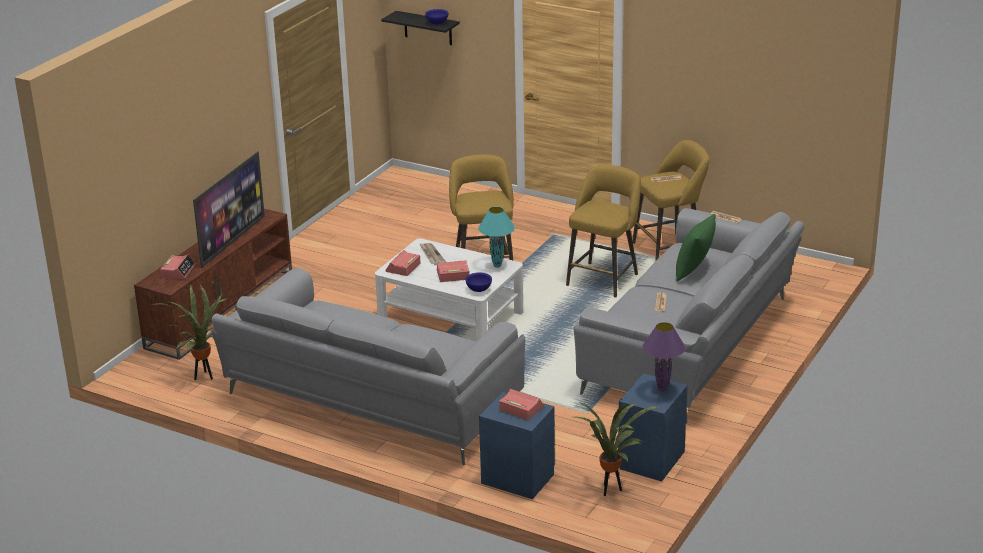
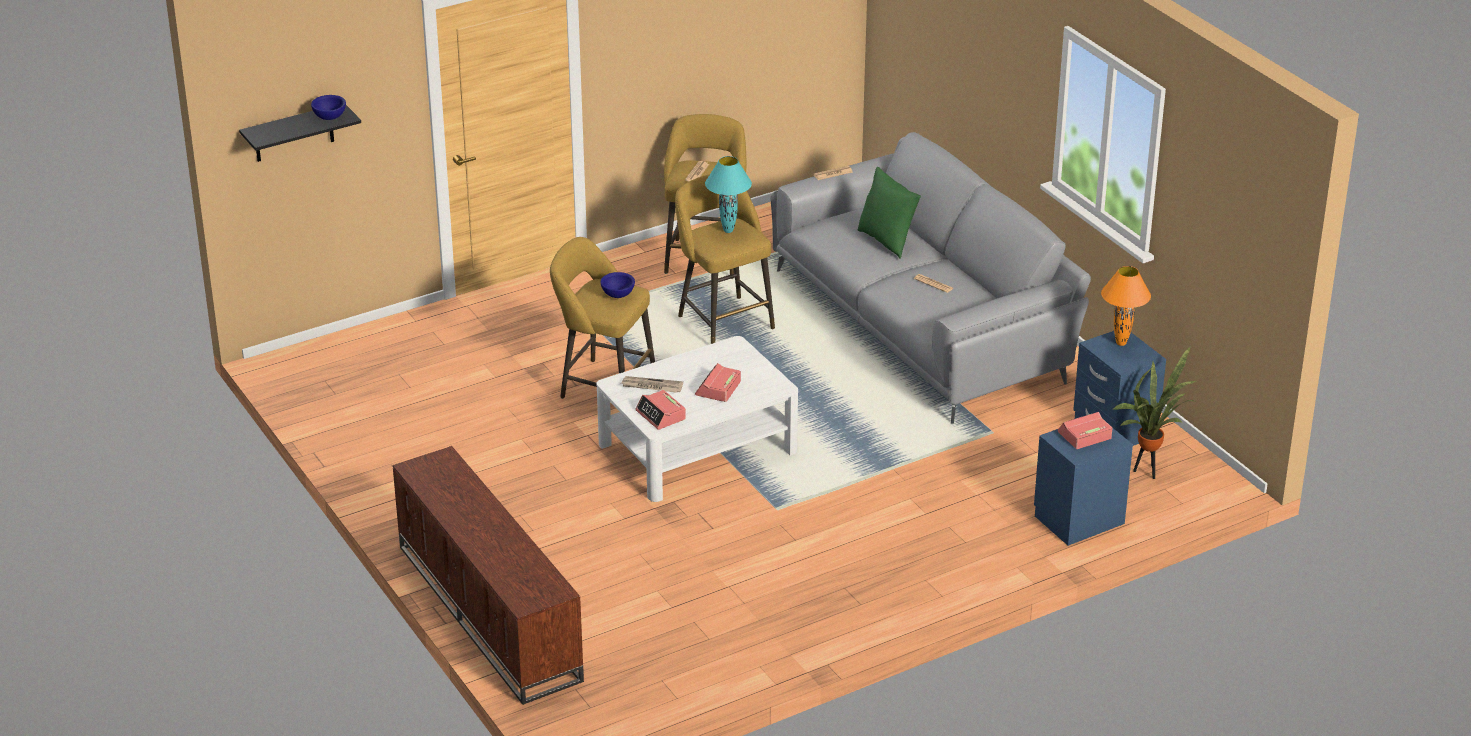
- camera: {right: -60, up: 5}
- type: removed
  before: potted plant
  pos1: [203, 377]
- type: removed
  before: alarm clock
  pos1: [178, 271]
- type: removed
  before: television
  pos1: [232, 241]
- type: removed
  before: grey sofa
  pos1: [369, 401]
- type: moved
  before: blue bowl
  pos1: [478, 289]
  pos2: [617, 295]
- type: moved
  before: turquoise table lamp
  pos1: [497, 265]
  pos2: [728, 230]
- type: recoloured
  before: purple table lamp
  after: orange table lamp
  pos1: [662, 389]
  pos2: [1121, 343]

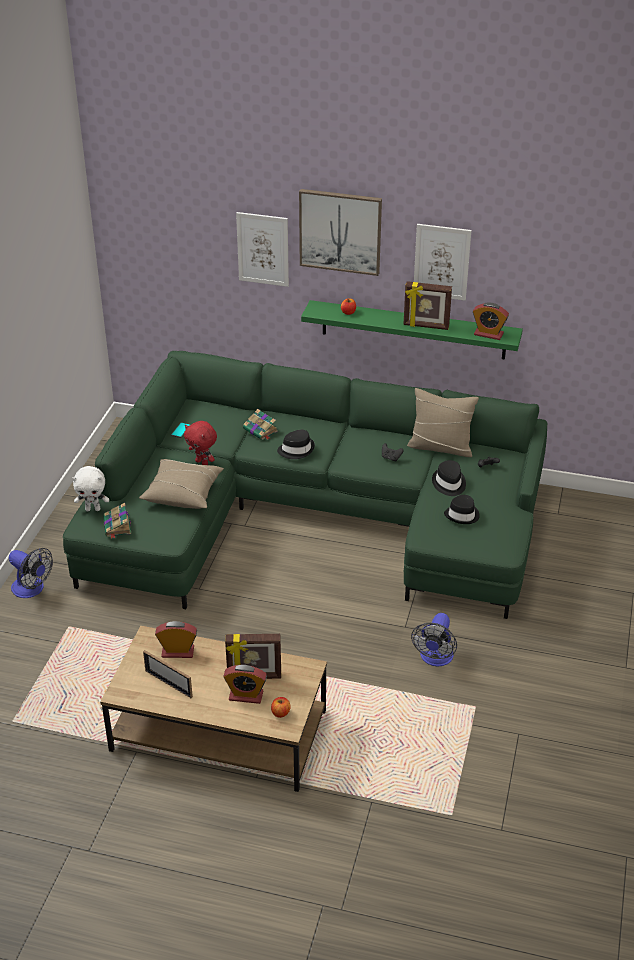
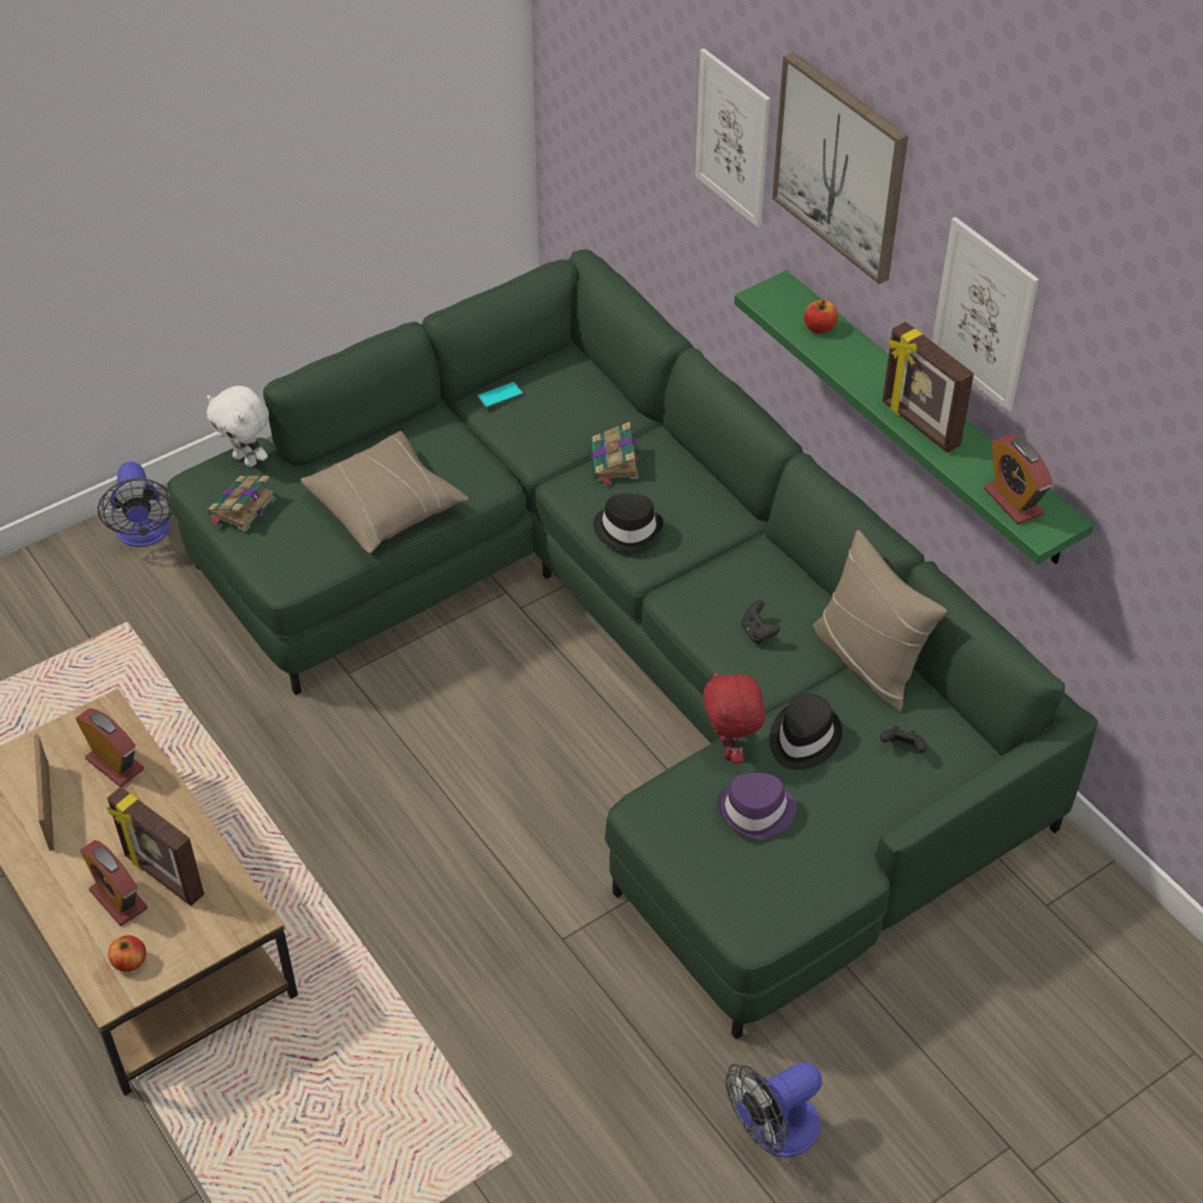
- camera: {right: 40, up: 10}
- type: moved
  before: red plush toy
  pos1: [202, 462]
  pos2: [731, 749]
- type: moved
  before: fan
  pos1: [435, 658]
  pos2: [773, 1132]
- type: recoloured
  before: black hat
  after: purple hat
  pos1: [462, 515]
  pos2: [757, 811]

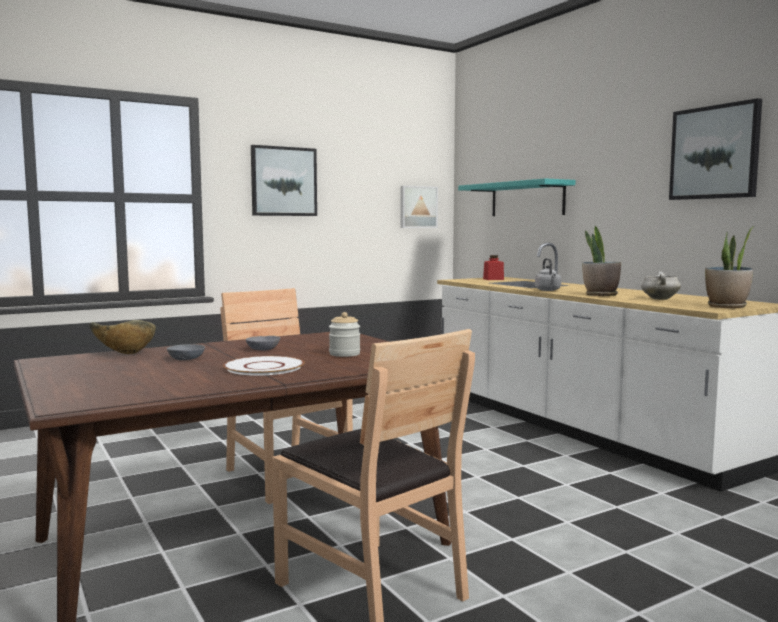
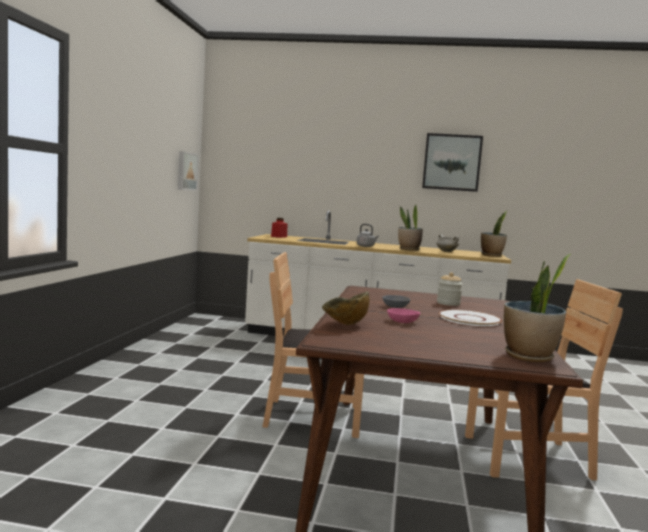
- camera: {right: -50, up: 0}
- type: recoloured
  before: grey bowl
  after: pink bowl
  pos1: [187, 359]
  pos2: [403, 321]
- type: removed
  before: picture
  pos1: [283, 181]
- type: removed
  before: turquoise shelf
  pos1: [527, 199]
- type: added
  after: potted plant
  pos2: [529, 357]

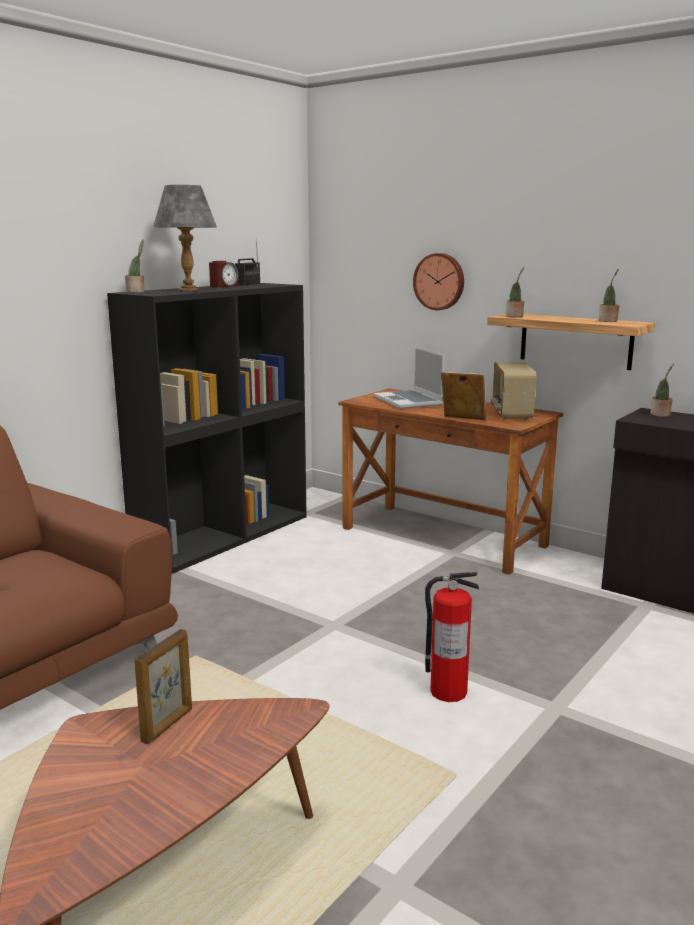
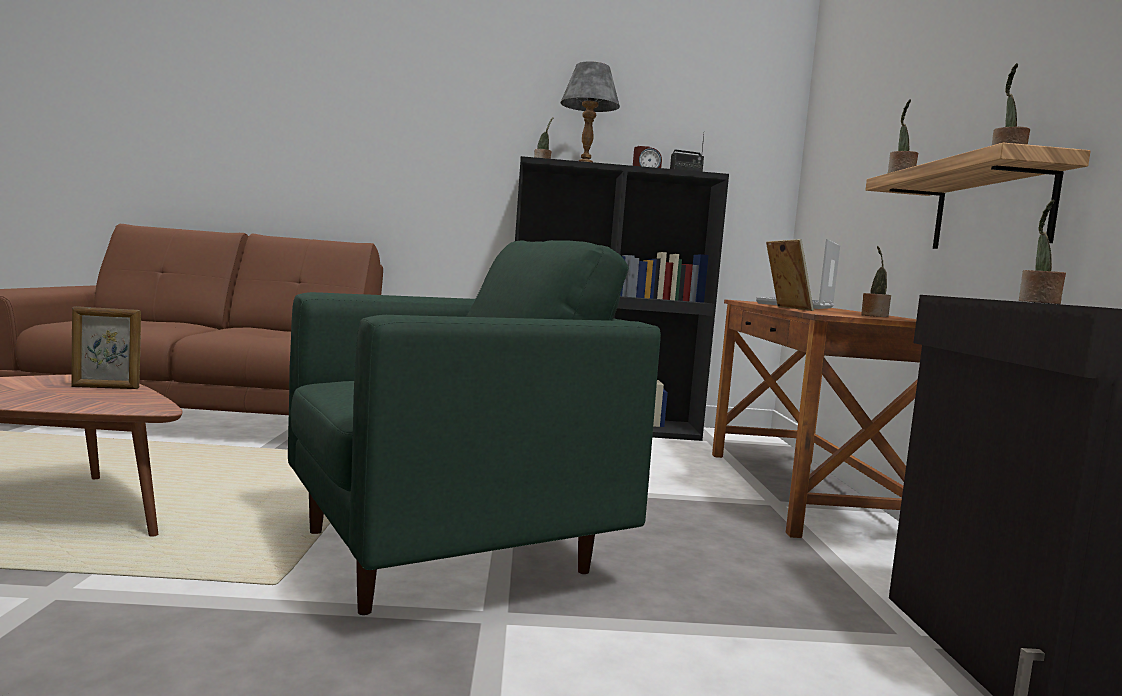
- camera: {right: 50, up: -10}
- type: removed
  before: wall clock
  pos1: [439, 281]
- type: replaced
  before: fire extinguisher
  after: green armchair
  pos1: [447, 691]
  pos2: [449, 552]
- type: replaced
  before: radio
  after: potted plant
  pos1: [510, 414]
  pos2: [874, 316]

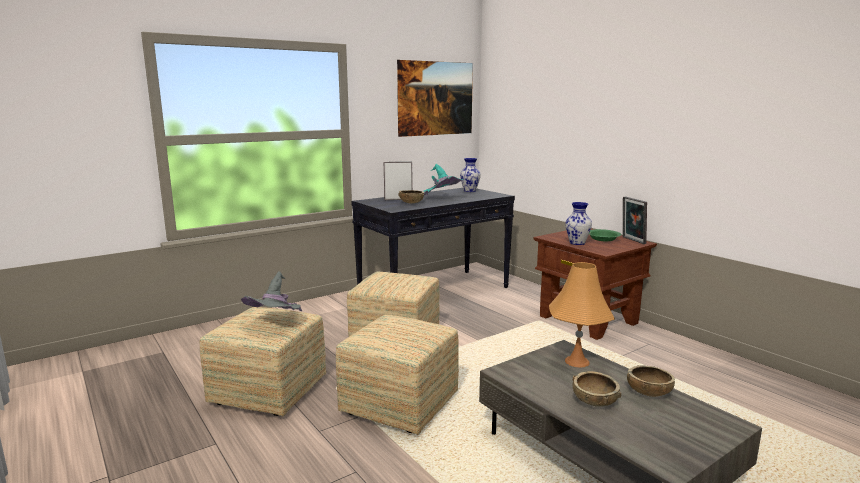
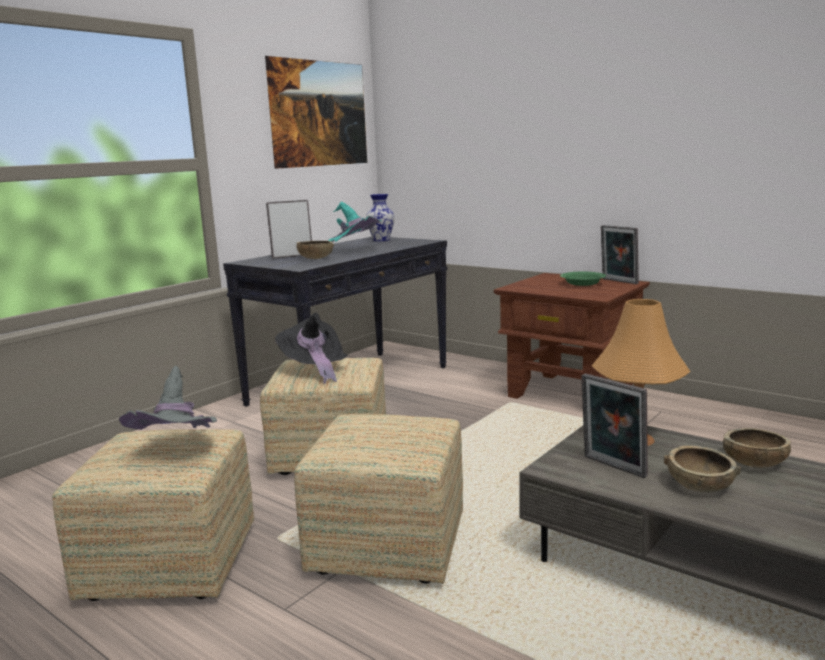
- camera: {right: -15, up: 0}
- type: removed
  before: vase
  pos1: [577, 243]
- type: added
  after: black hat
  pos2: [314, 370]
- type: added
  after: picture frame
  pos2: [612, 467]

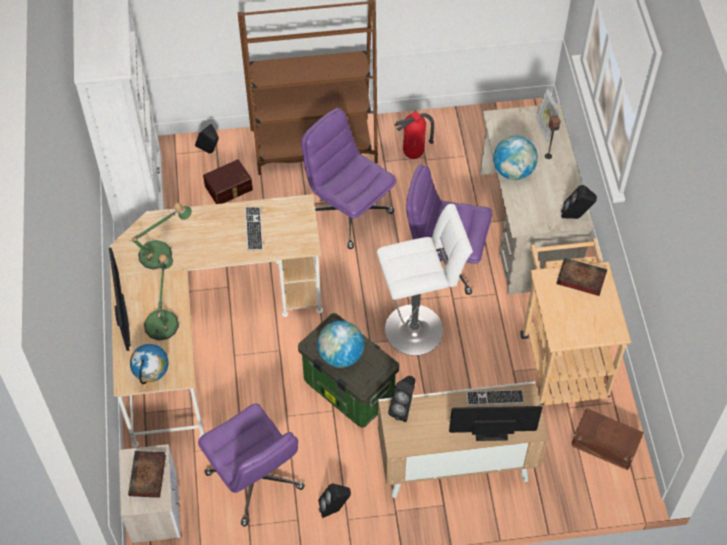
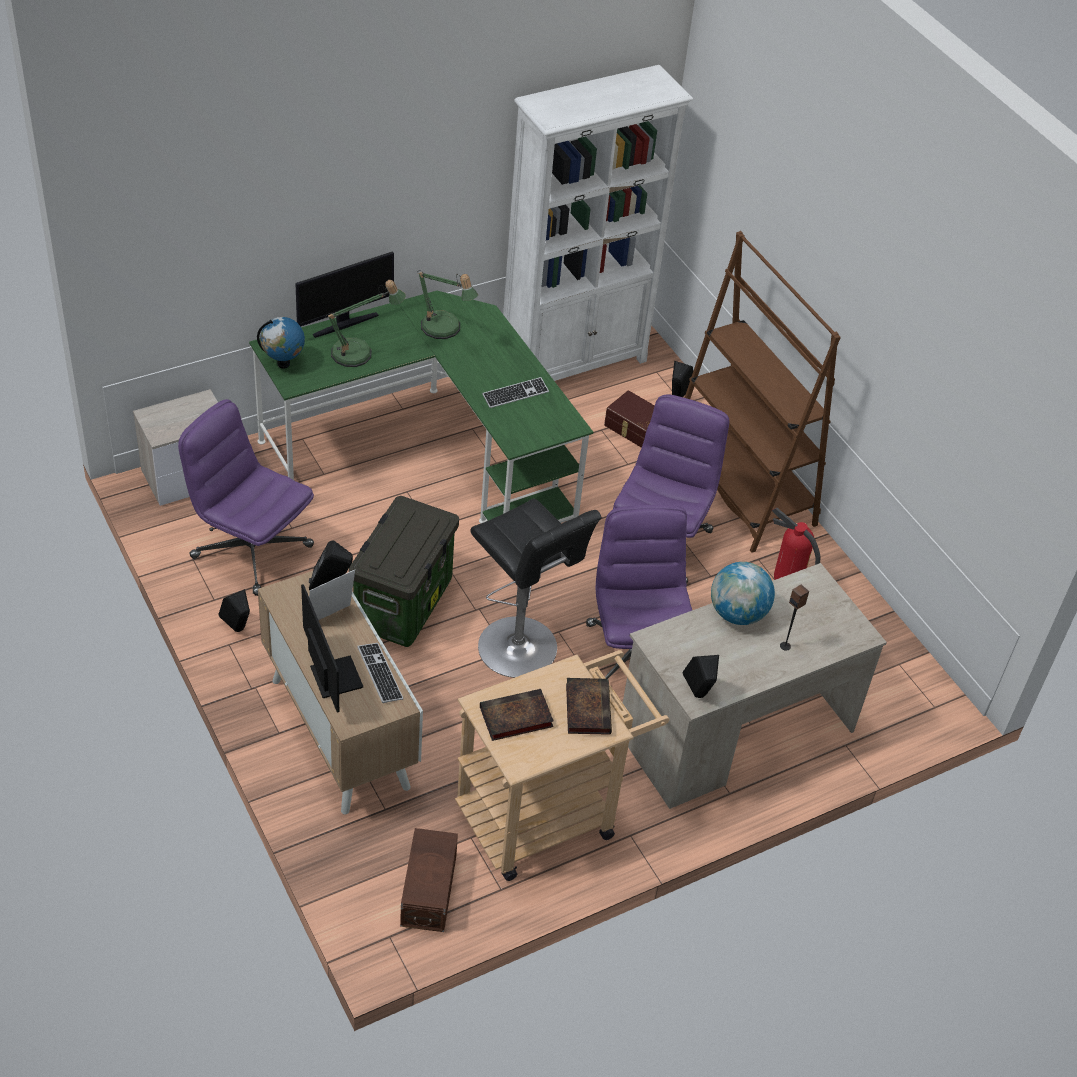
- camera: {right: 65, up: -10}
- type: recoloured
  before: beige desk
  after: green desk
  pos1: [204, 330]
  pos2: [428, 458]
- type: moved
  before: book
  pos1: [148, 477]
  pos2: [514, 718]
- type: turned
  before: purple office chair
  pos1: [255, 481]
  pos2: [250, 551]
  turn: 90
- type: removed
  before: globe
  pos1: [341, 355]
- type: recoloured
  before: white stool
  after: black stool
  pos1: [418, 328]
  pos2: [521, 651]
- type: moved
  before: picture frame
  pos1: [544, 128]
  pos2: [330, 618]

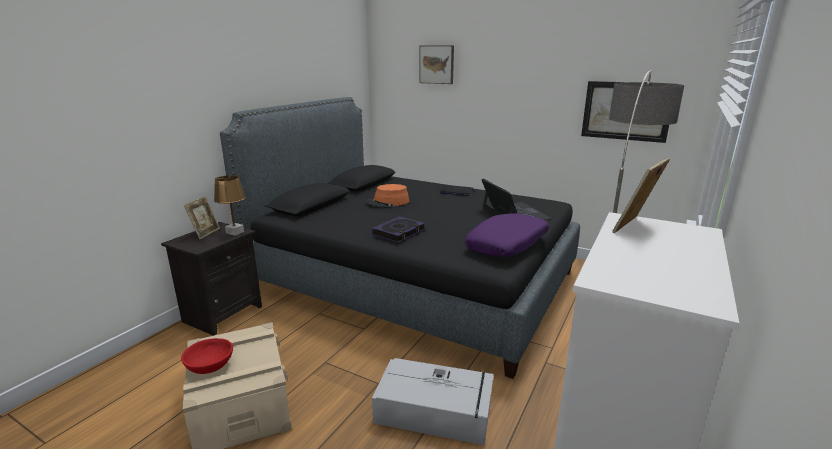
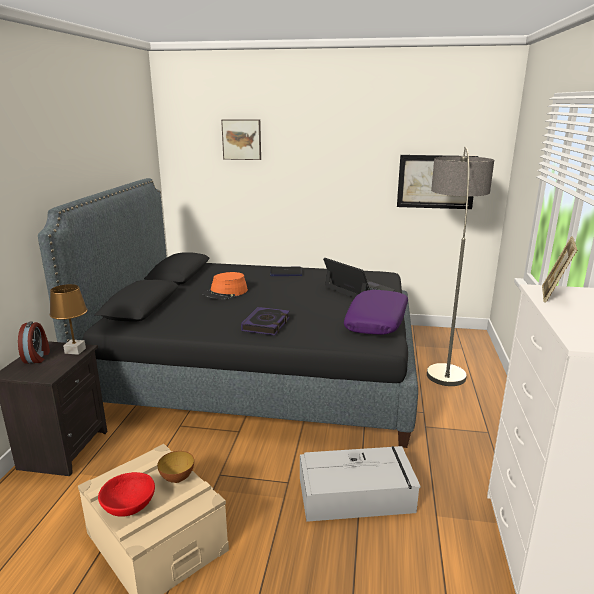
- camera: {right: -20, up: 0}
- type: replaced
  before: picture frame
  after: alarm clock
  pos1: [205, 233]
  pos2: [37, 357]
- type: added
  after: bowl
  pos2: [177, 478]

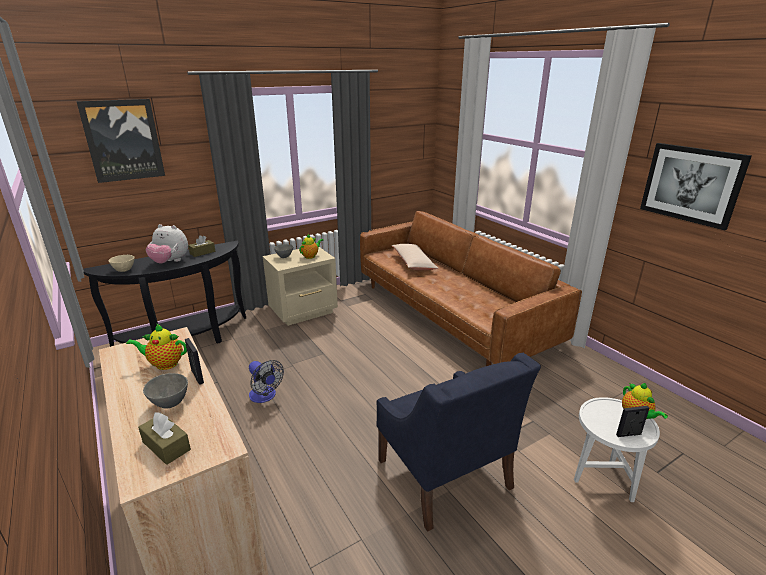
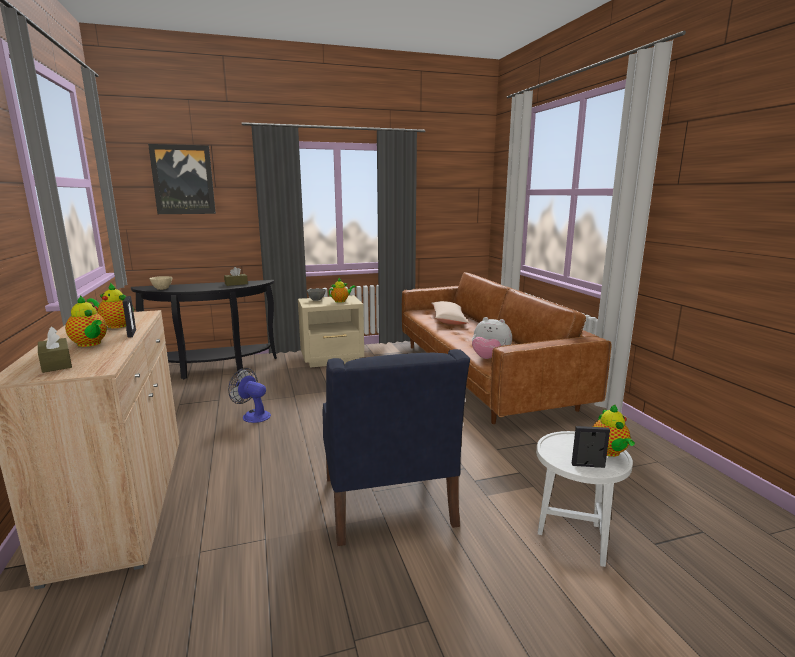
- camera: {right: 15, up: -10}
- type: replaced
  before: grey bowl
  after: teapot
  pos1: [169, 403]
  pos2: [90, 344]
- type: moved
  before: plush toy
  pos1: [170, 262]
  pos2: [489, 359]
- type: turned
  before: fan
  pos1: [265, 396]
  pos2: [253, 415]
  turn: 150
- type: removed
  before: picture
  pos1: [691, 184]

